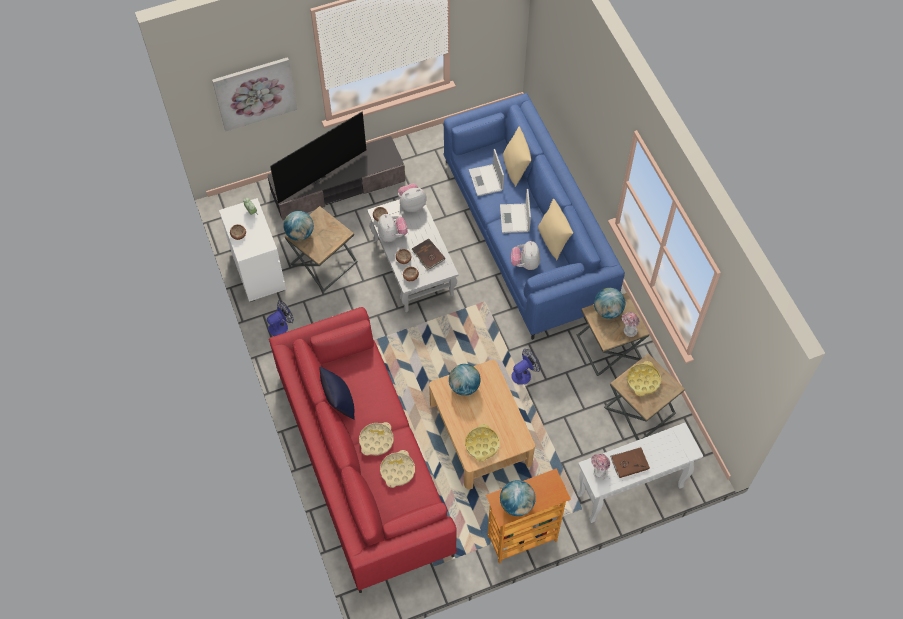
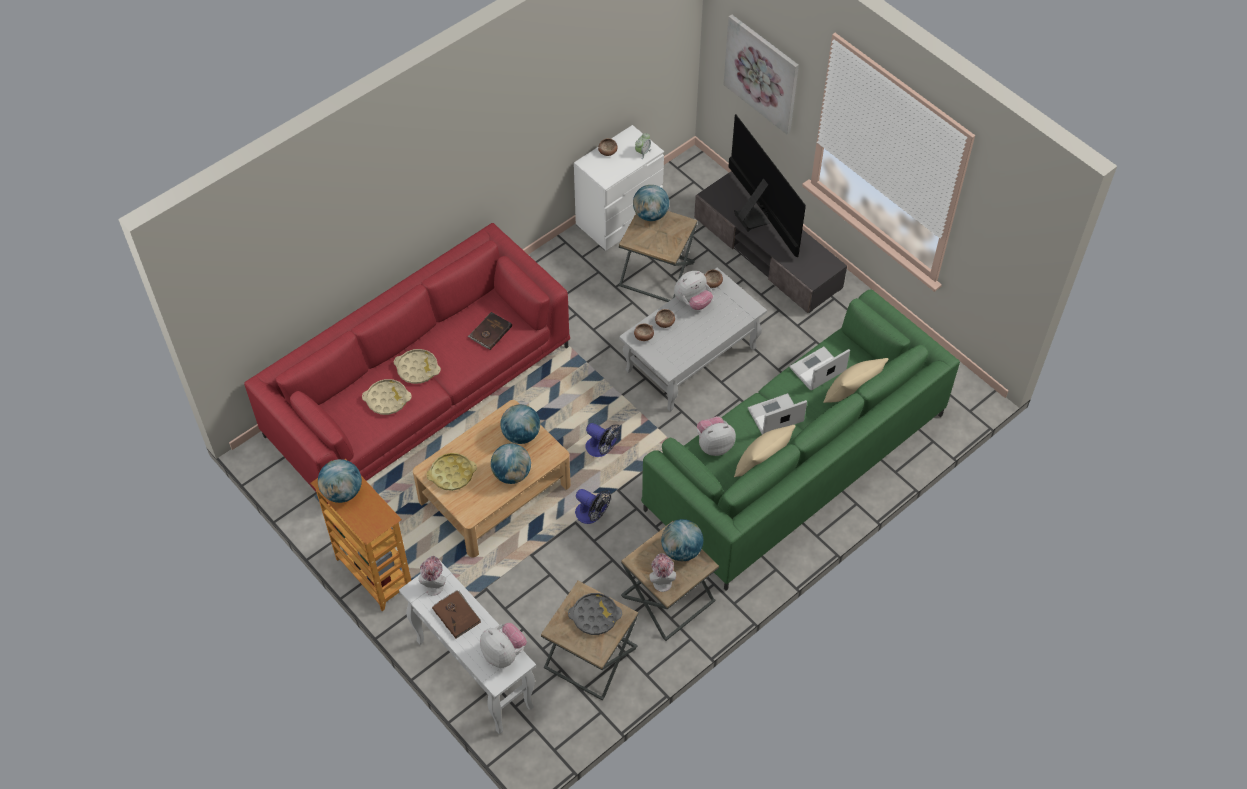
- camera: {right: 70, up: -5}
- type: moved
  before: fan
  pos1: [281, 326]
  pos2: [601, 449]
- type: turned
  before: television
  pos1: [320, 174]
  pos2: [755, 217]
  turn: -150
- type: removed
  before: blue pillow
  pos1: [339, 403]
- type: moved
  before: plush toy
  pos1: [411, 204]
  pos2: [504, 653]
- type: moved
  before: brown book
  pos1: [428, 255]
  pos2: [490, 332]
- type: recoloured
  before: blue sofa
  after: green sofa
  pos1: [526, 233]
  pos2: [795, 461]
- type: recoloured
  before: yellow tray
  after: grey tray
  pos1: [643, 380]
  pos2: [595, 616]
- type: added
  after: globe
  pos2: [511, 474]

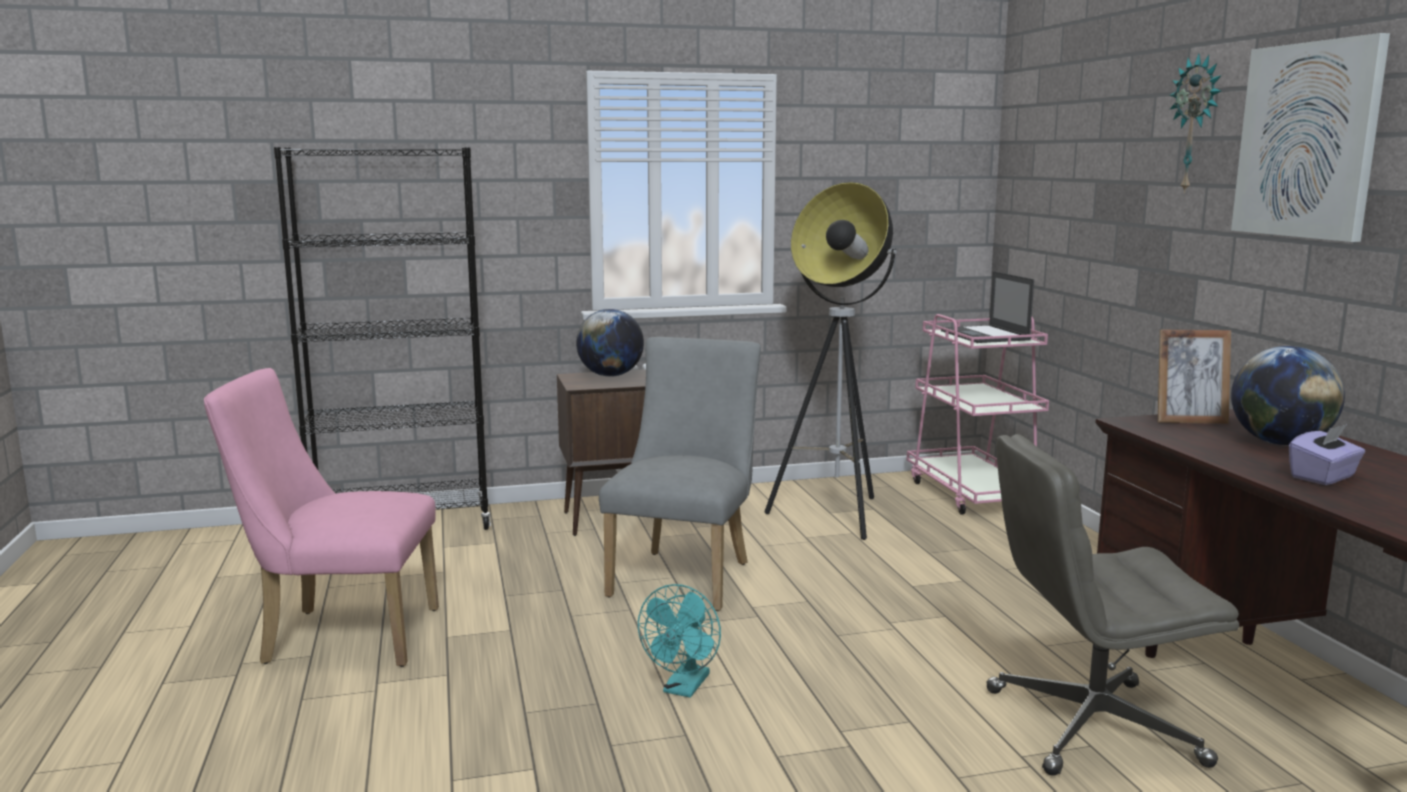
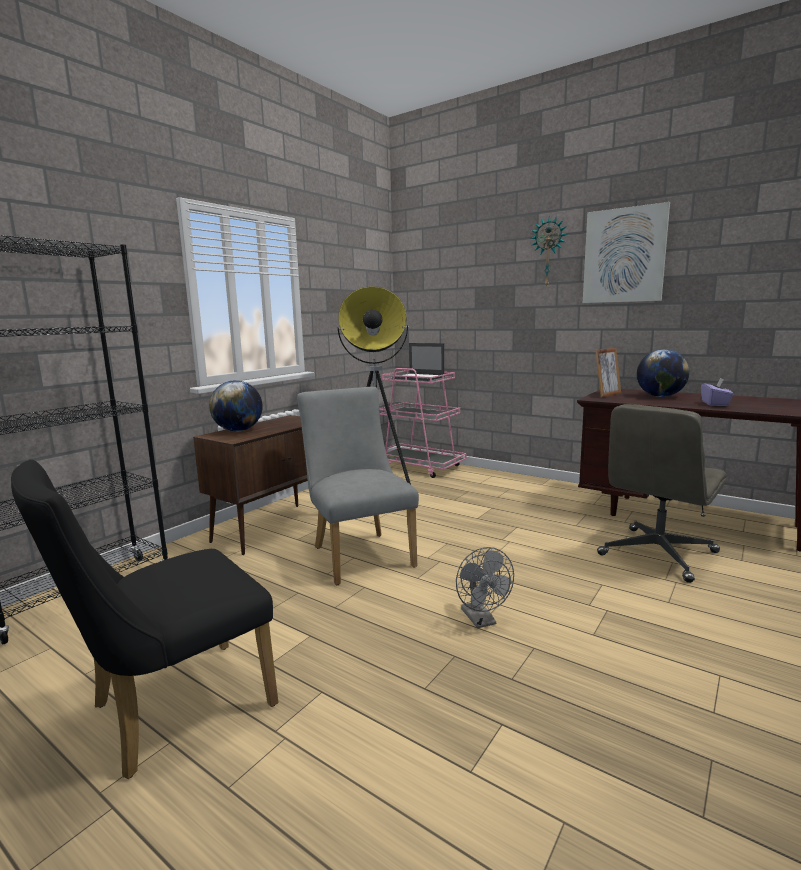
- camera: {right: -40, up: 0}
- type: recoloured
  before: pink chair
  after: black chair
  pos1: [339, 636]
  pos2: [170, 711]
- type: recoloured
  before: turquoise fan
  after: grey fan
  pos1: [684, 688]
  pos2: [481, 620]

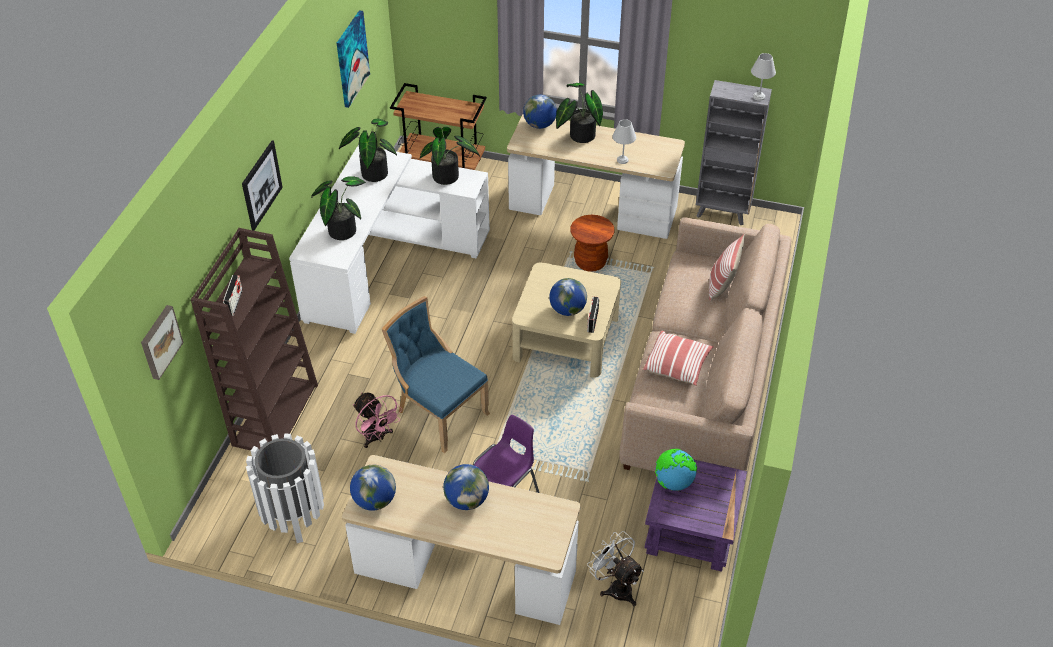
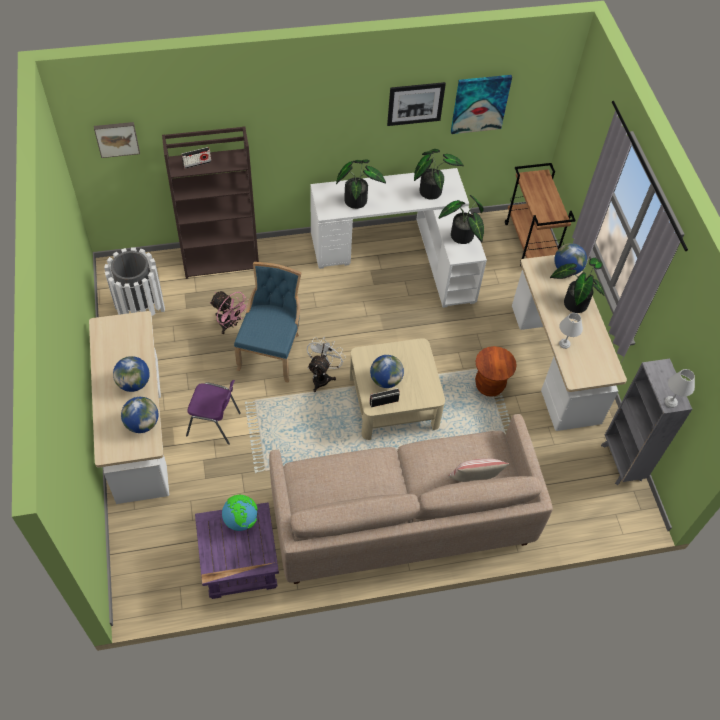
- camera: {right: 60, up: 10}
- type: moved
  before: picture
  pos1: [261, 185]
  pos2: [415, 103]
- type: moved
  before: globe
  pos1: [375, 501]
  pos2: [142, 424]
- type: turned
  before: pink fan
  pos1: [377, 438]
  pos2: [230, 325]
  turn: -75
- type: moved
  before: white fan
  pos1: [616, 587]
  pos2: [322, 376]
- type: removed
  before: pillow
  pos1: [677, 365]

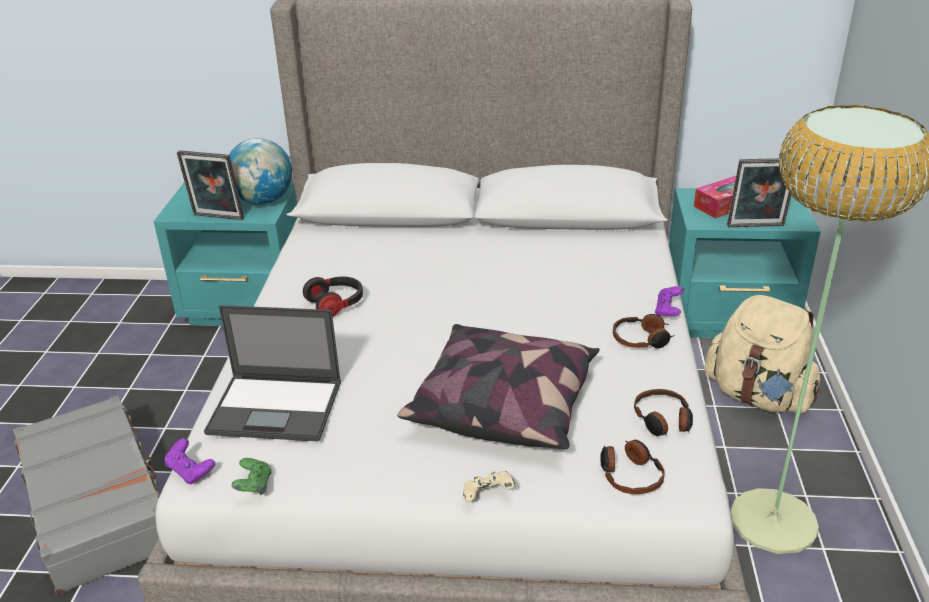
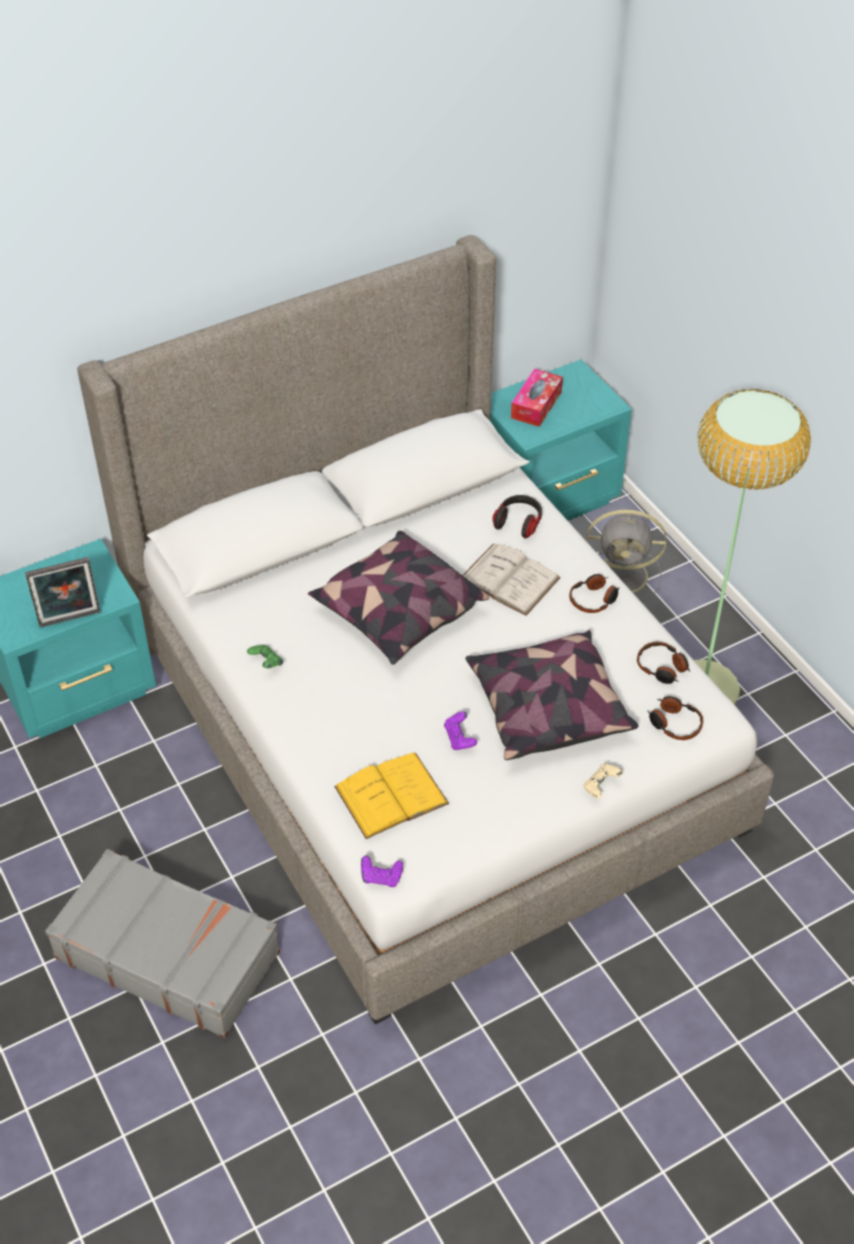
- camera: {right: -35, up: 15}
- type: replaced
  before: laptop
  after: yellow book
  pos1: [277, 407]
  pos2: [391, 795]
- type: removed
  before: globe
  pos1: [263, 201]
- type: moved
  before: green game controller
  pos1: [254, 486]
  pos2: [266, 663]
- type: moved
  before: headphones
  pos1: [336, 304]
  pos2: [518, 522]
- type: moved
  before: purple game controller
  pos1: [668, 311]
  pos2: [459, 738]
- type: replaced
  before: beige backpack
  after: grey fan
  pos1: [758, 396]
  pos2: [624, 575]
- type: removed
  before: picture frame
  pos1: [756, 227]
- type: added
  after: pillow
  pos2: [398, 613]
- type: added
  after: white book
  pos2: [509, 579]

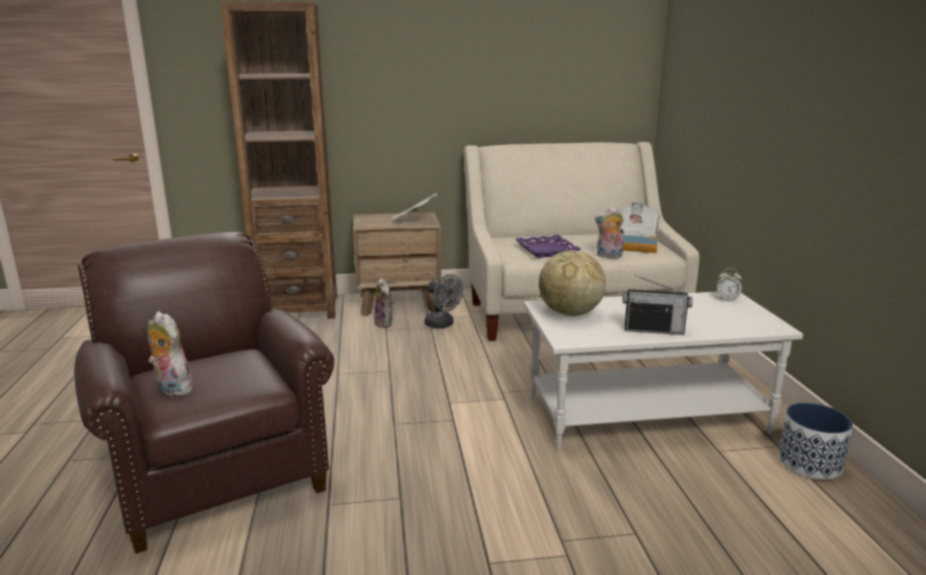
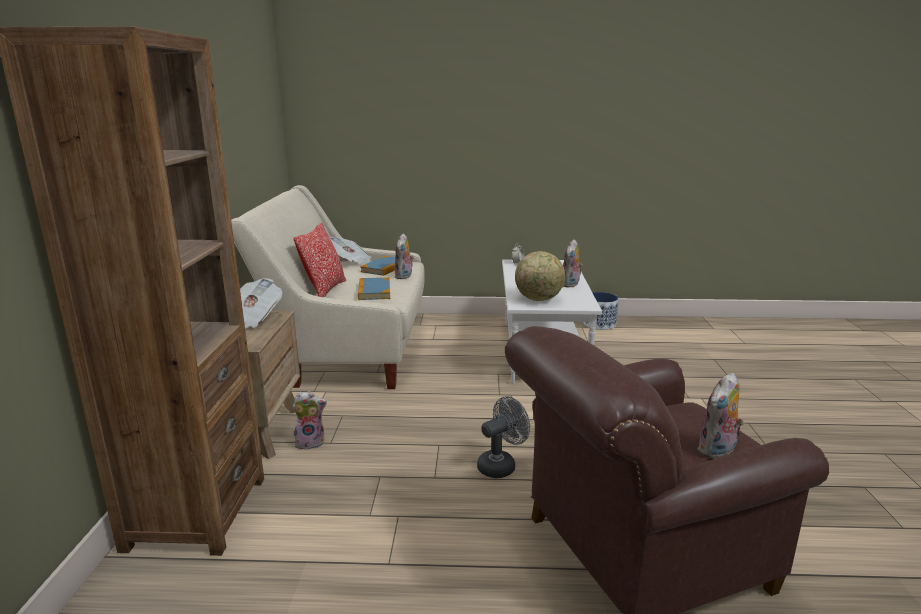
- camera: {right: -80, up: 0}
- type: moved
  before: grey fan
  pos1: [443, 325]
  pos2: [501, 465]
- type: replaced
  before: purple tray
  after: book
  pos1: [546, 250]
  pos2: [374, 291]
- type: replaced
  before: radio
  after: plush toy
  pos1: [653, 330]
  pos2: [571, 285]
- type: added
  after: pillow
  pos2: [324, 290]

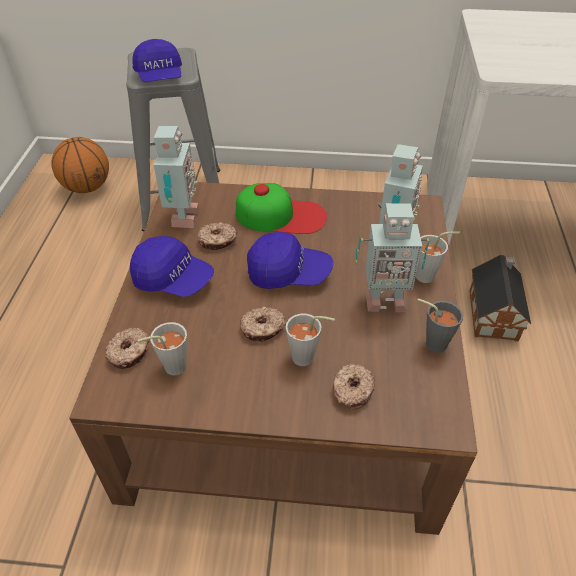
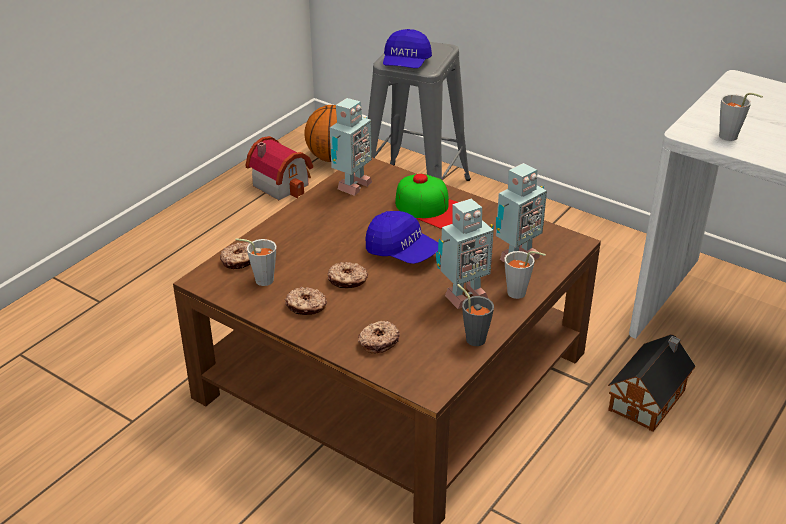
- camera: {right: 30, up: -10}
- type: removed
  before: blue cap
  pos1: [173, 279]
- type: moved
  before: donut
  pos1: [217, 241]
  pos2: [306, 307]
- type: moved
  before: grey cup
  pos1: [307, 358]
  pos2: [732, 138]
- type: turned
  before: toy robot
  pos1: [383, 300]
  pos2: [463, 296]
  turn: -60
- type: added
  after: toy house
  pos2: [282, 183]

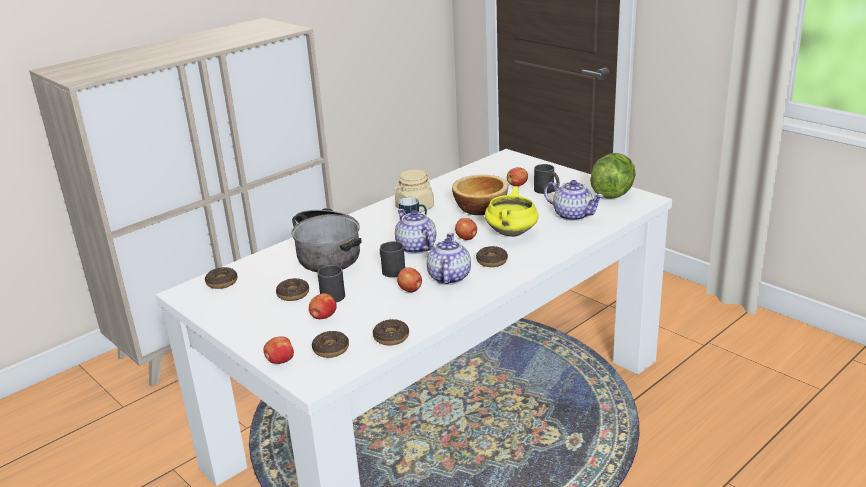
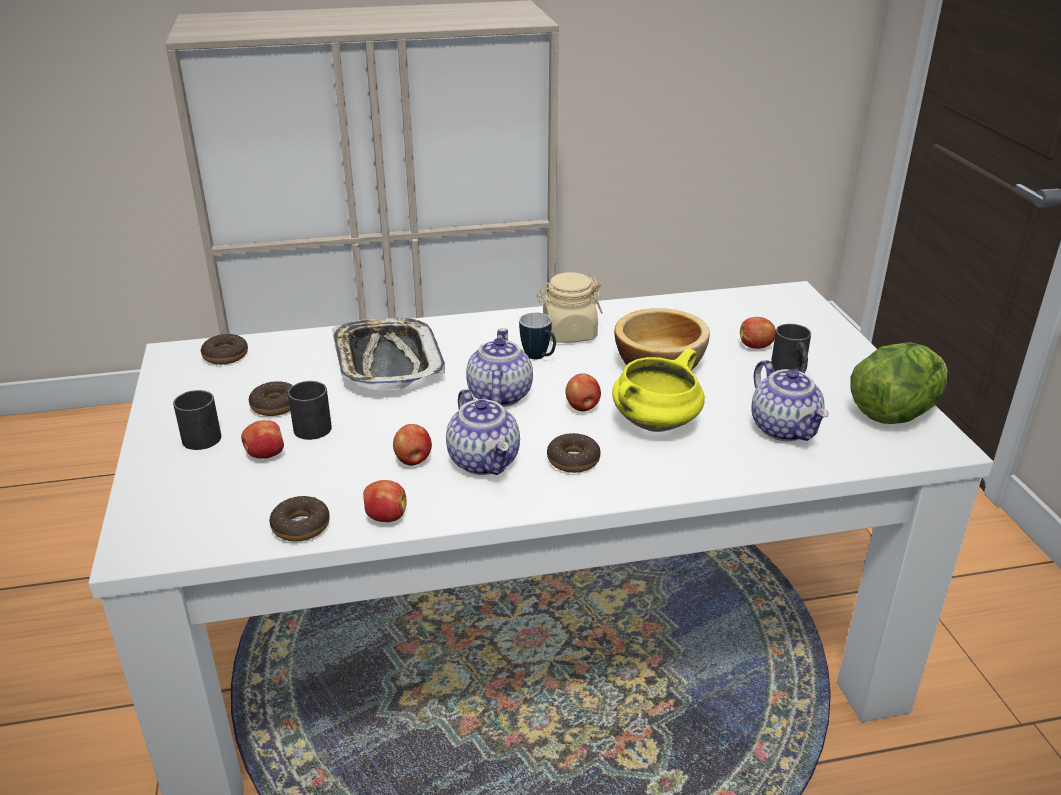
- camera: {right: 30, up: 5}
- type: moved
  before: apple
  pos1: [280, 361]
  pos2: [385, 517]
- type: replaced
  before: cooking pot
  after: tray
  pos1: [329, 253]
  pos2: [387, 361]
- type: removed
  before: donut
  pos1: [331, 349]
- type: moved
  before: black mug
  pos1: [390, 269]
  pos2: [203, 434]
- type: turned
  before: teapot
  pos1: [448, 277]
  pos2: [485, 461]
  turn: 120

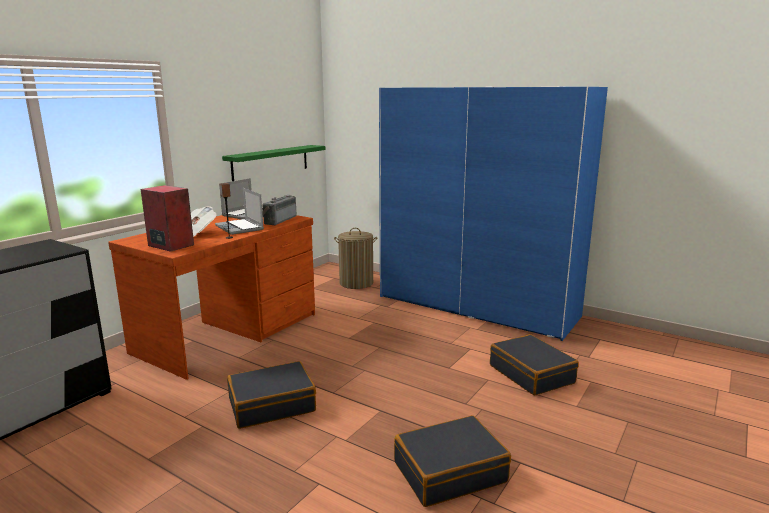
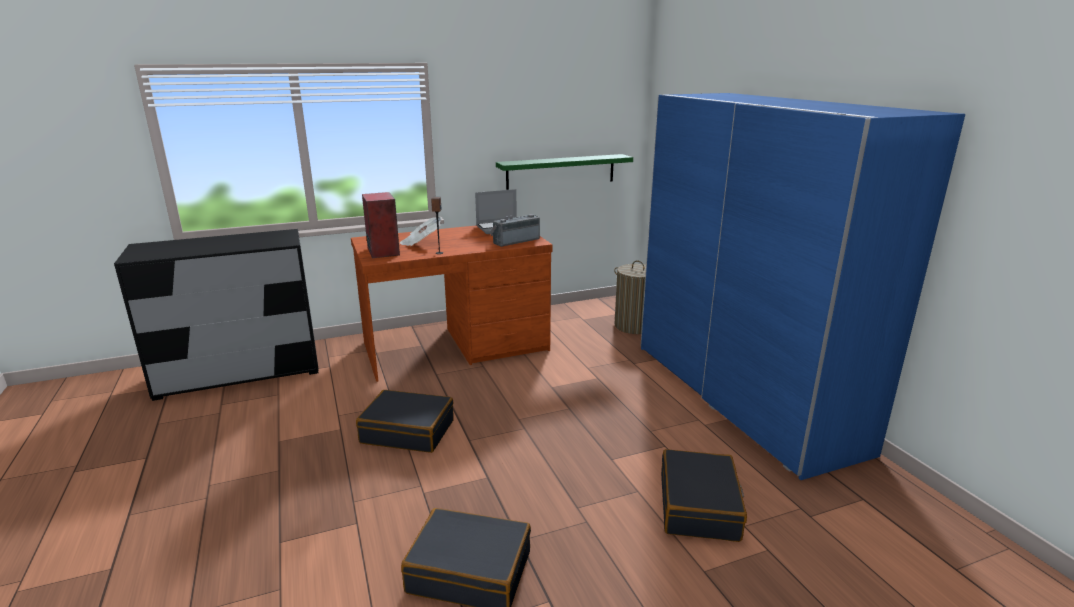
- camera: {right: 35, up: 5}
- type: removed
  before: laptop
  pos1: [240, 228]

